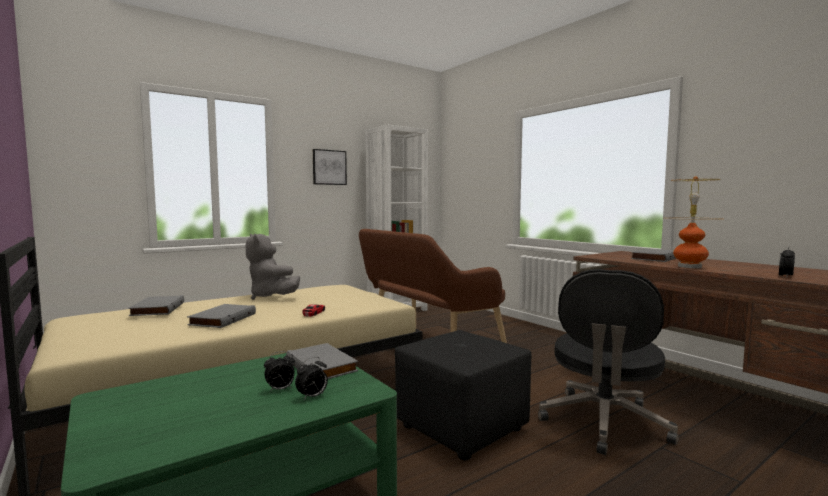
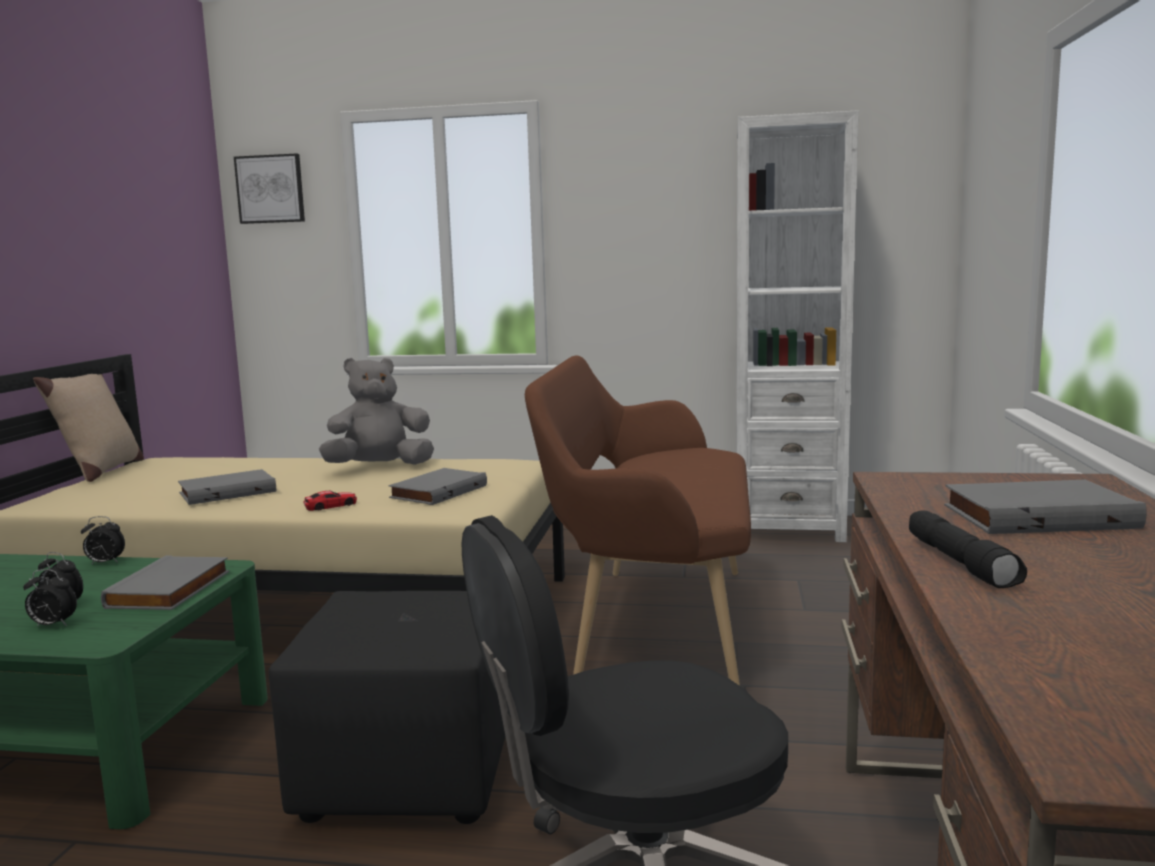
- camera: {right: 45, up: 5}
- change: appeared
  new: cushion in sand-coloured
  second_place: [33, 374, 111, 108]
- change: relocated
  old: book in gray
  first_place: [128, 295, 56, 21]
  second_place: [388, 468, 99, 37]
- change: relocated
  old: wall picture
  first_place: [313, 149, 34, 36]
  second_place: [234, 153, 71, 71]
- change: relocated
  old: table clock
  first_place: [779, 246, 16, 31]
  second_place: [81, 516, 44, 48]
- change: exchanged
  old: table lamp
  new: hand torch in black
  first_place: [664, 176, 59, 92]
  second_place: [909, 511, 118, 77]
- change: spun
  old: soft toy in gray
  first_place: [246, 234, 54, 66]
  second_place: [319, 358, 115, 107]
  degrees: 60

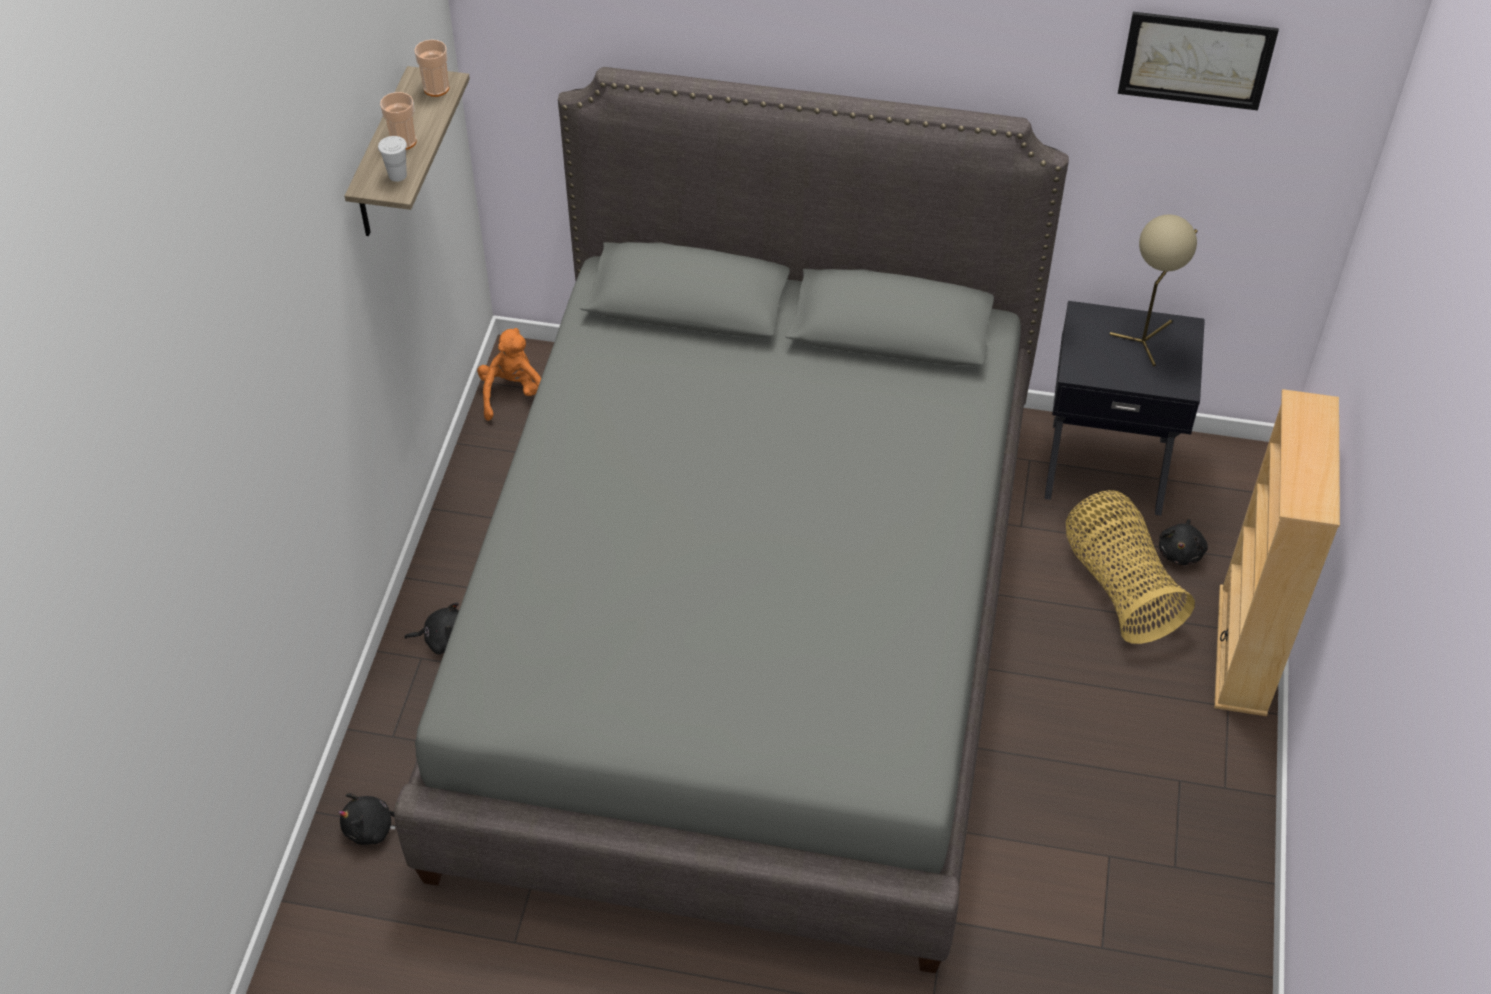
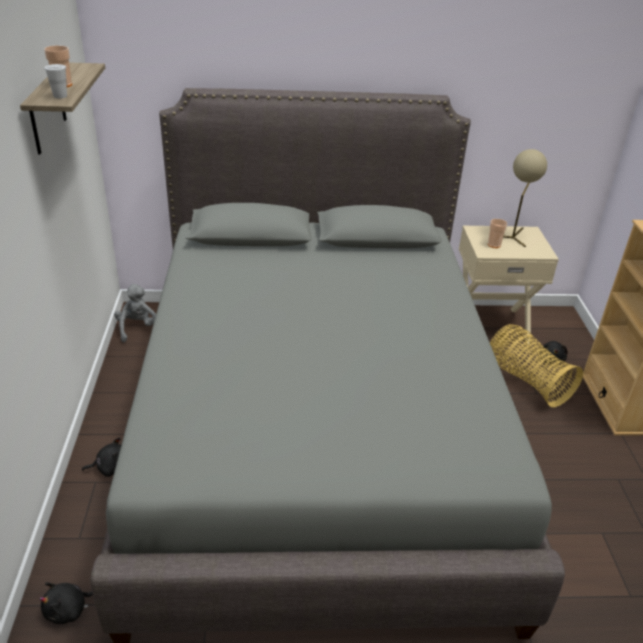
- camera: {right: -15, up: -15}
- change: missing
  old: wall picture
  first_place: [1118, 12, 161, 98]
- change: relocated
  old: cup
  first_place: [414, 39, 35, 58]
  second_place: [488, 219, 19, 29]
- change: colour
  old: soft toy in orange
  new: soft toy in gray
  first_place: [477, 328, 64, 93]
  second_place: [114, 284, 42, 58]
- change: colour
  old: bedside table in black
  new: bedside table in sand-coloured
  first_place: [1044, 301, 161, 215]
  second_place: [459, 226, 100, 118]

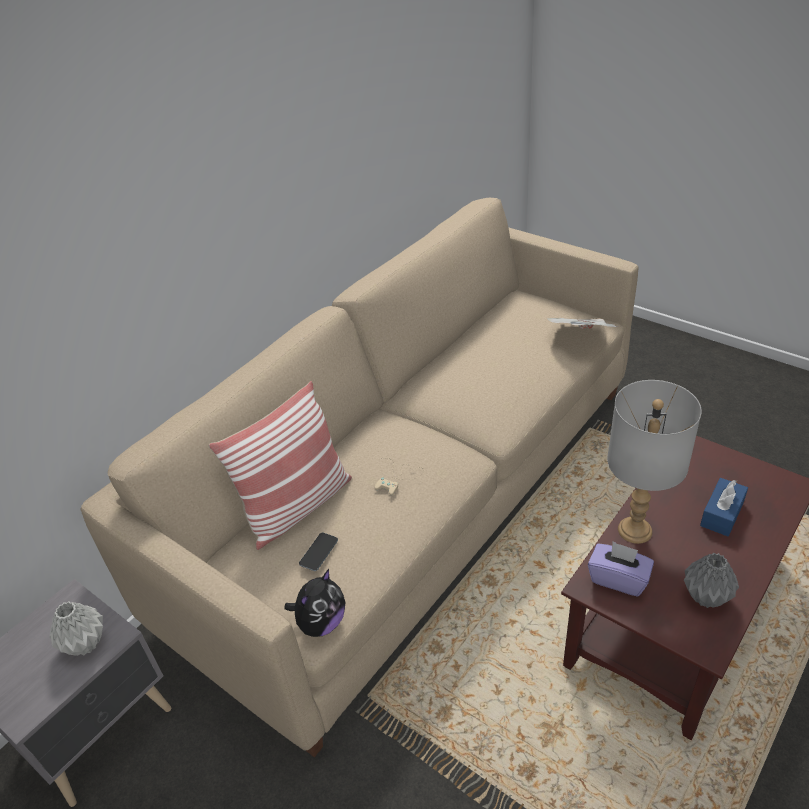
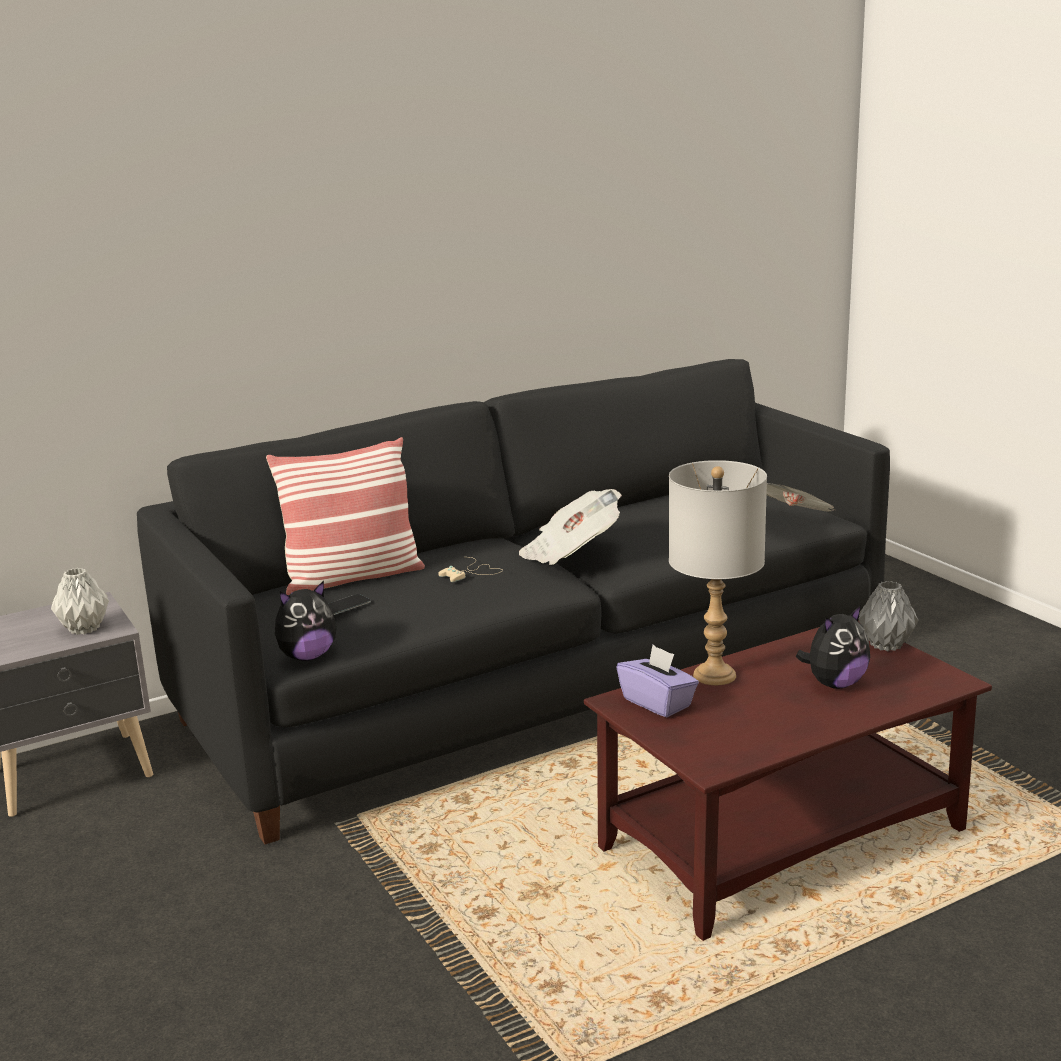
- camera: {right: 20, up: -20}
- change: appeared
  new: daily paper
  second_place: [519, 489, 103, 76]
- change: relocated
  old: flower vase in gray
  first_place: [684, 553, 55, 55]
  second_place: [858, 581, 60, 70]
- change: exchanged
  old: box of tissues in bluish
  new: soft toy
  first_place: [700, 478, 48, 58]
  second_place: [796, 605, 74, 84]
- change: colour
  old: sofa in sand-coloured
  new: sofa in black
  first_place: [80, 198, 558, 559]
  second_place: [137, 359, 753, 485]

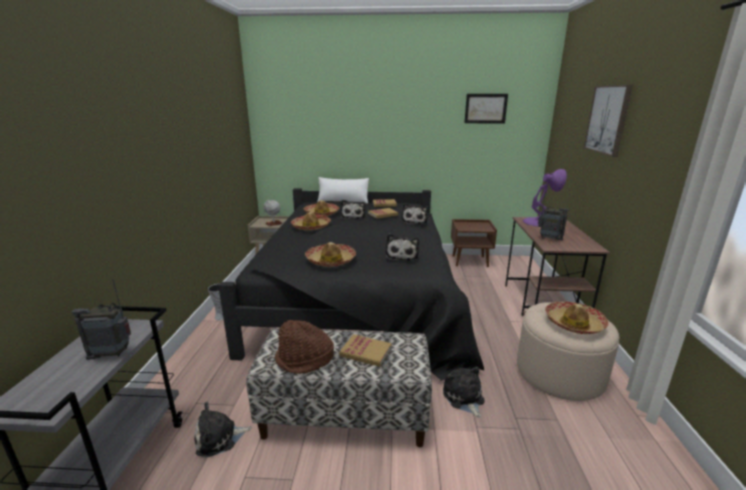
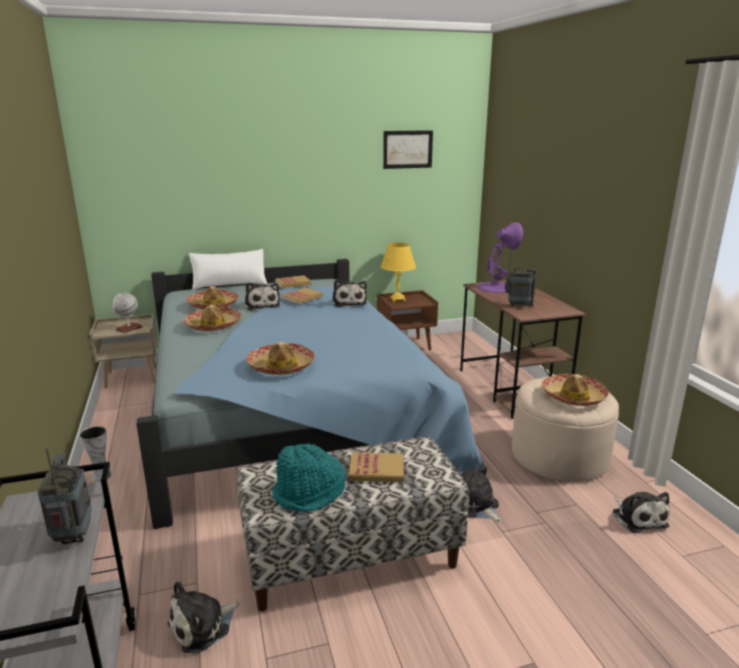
- camera: {right: -20, up: 0}
- change: missing
  old: wall picture
  first_place: [583, 85, 50, 72]
- change: appeared
  new: table lamp in yellow
  second_place: [381, 243, 35, 59]
- change: relocated
  old: soft toy
  first_place: [386, 233, 33, 29]
  second_place: [613, 492, 57, 41]
- change: colour
  old: bedroom bed in black
  new: bedroom bed in bluish
  first_place: [218, 188, 266, 193]
  second_place: [137, 259, 347, 270]
- change: colour
  old: hat in brown-coloured
  new: hat in turquoise-coloured
  first_place: [275, 320, 59, 54]
  second_place: [272, 443, 73, 68]
- change: spun
  old: radio
  first_place: [72, 279, 59, 81]
  second_place: [38, 448, 54, 96]
  degrees: 105

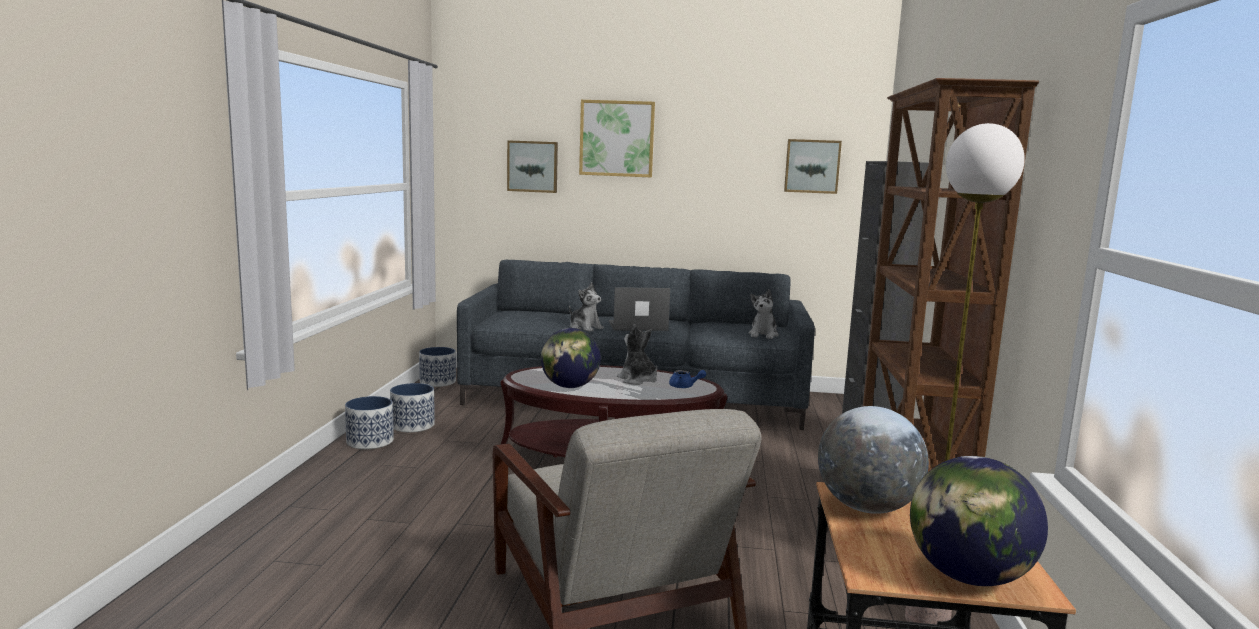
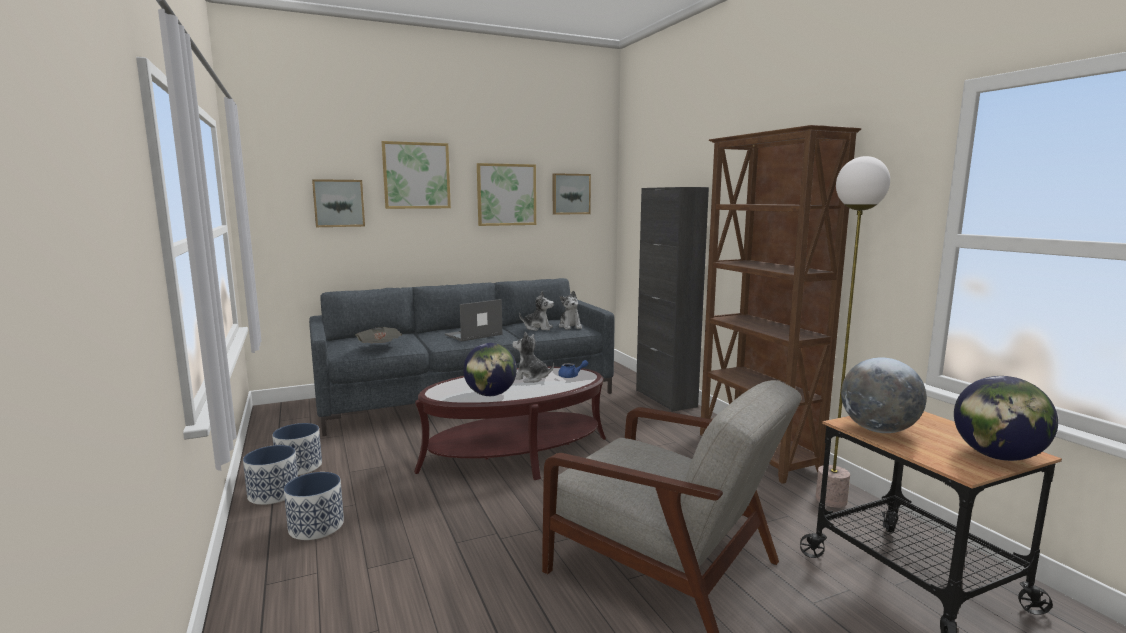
- camera: {right: -30, up: 0}
- change: appeared
  new: daily paper
  second_place: [355, 327, 47, 16]
- change: appeared
  new: wall picture
  second_place: [477, 163, 59, 63]
- change: relocated
  old: flower pot
  first_place: [419, 347, 37, 40]
  second_place: [284, 472, 60, 68]
- change: relocated
  old: soft toy
  first_place: [569, 282, 35, 50]
  second_place: [519, 291, 35, 40]

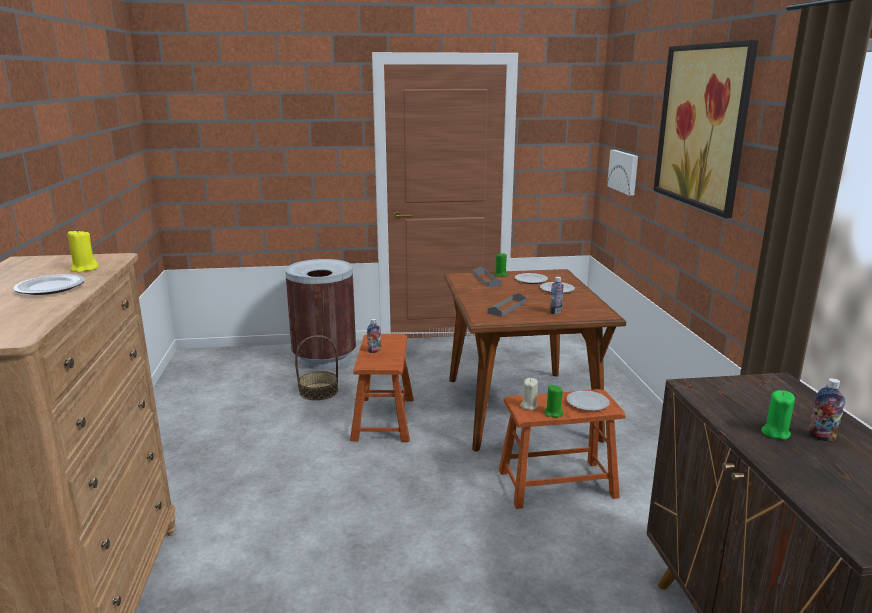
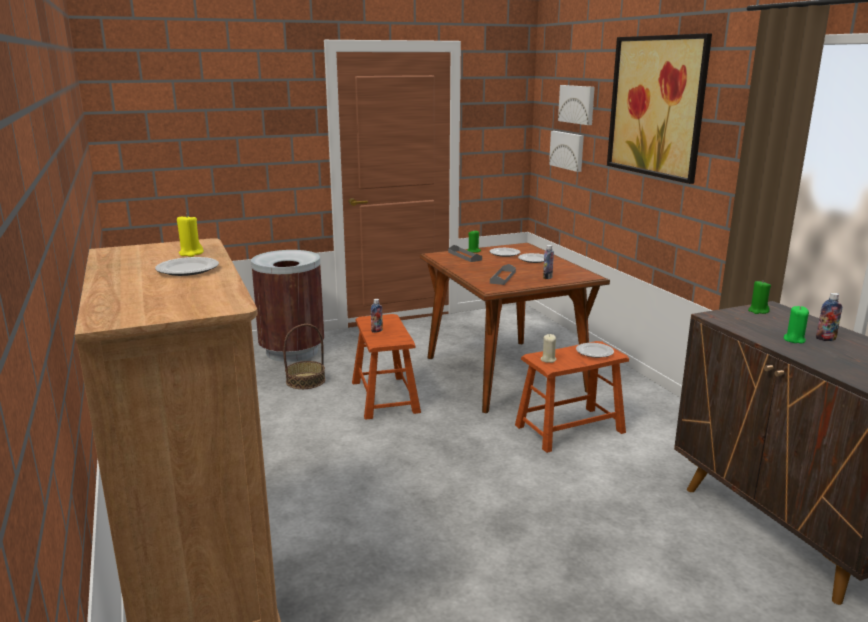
- camera: {right: -15, up: 0}
- change: appeared
  new: wall picture
  second_place: [558, 85, 37, 40]
- change: relocated
  old: candle in greenish
  first_place: [544, 385, 19, 32]
  second_place: [748, 281, 23, 33]

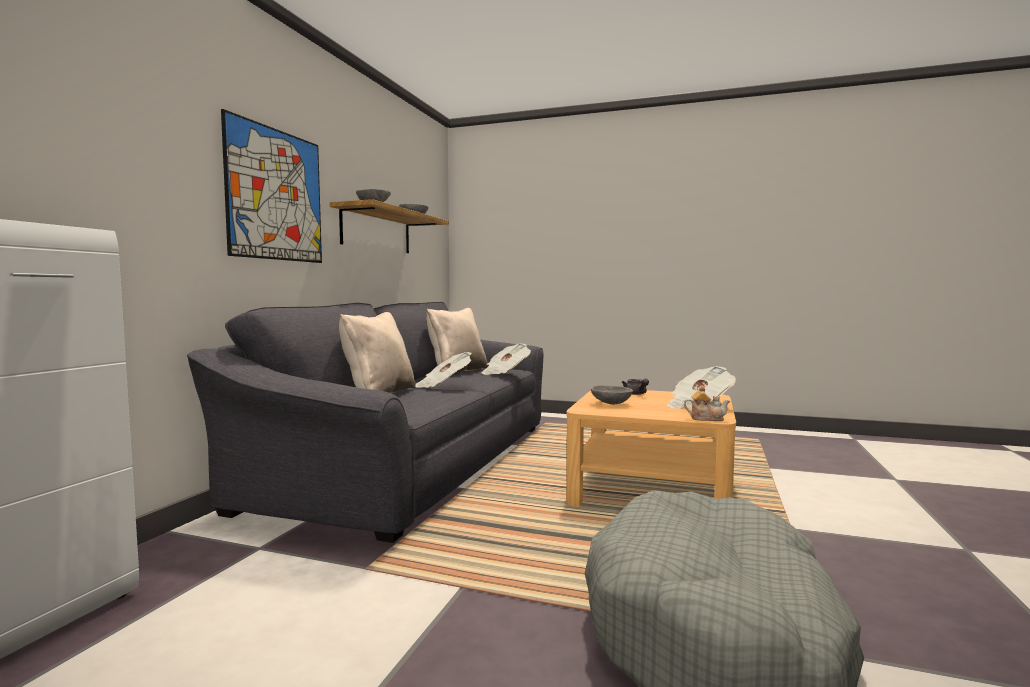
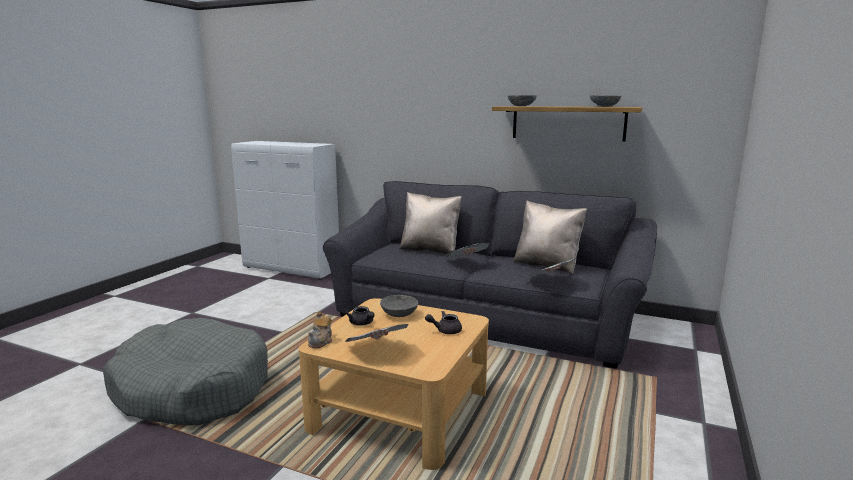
- camera: {right: 95, up: 10}
- change: missing
  old: wall picture
  first_place: [221, 109, 101, 154]
- change: appeared
  new: teapot in gray
  second_place: [347, 306, 27, 20]

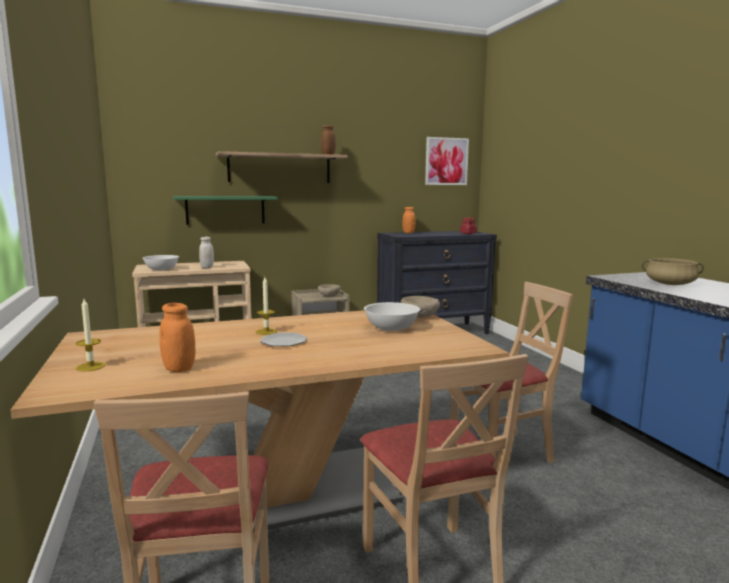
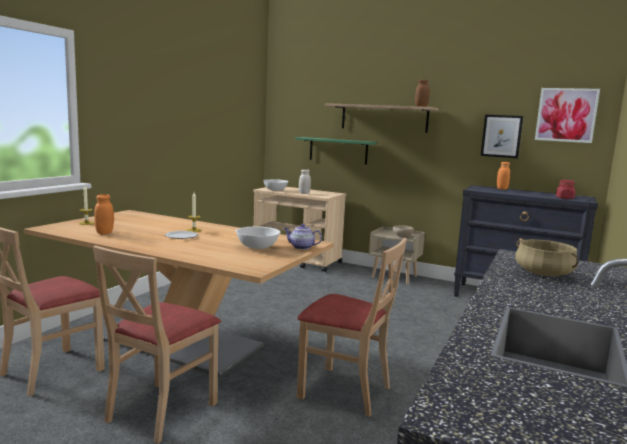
- camera: {right: 45, up: 0}
- change: appeared
  new: wall picture
  second_place: [481, 115, 42, 43]
- change: exchanged
  old: deep dish in sand-coloured
  new: teapot
  first_place: [401, 296, 39, 22]
  second_place: [284, 224, 38, 26]

